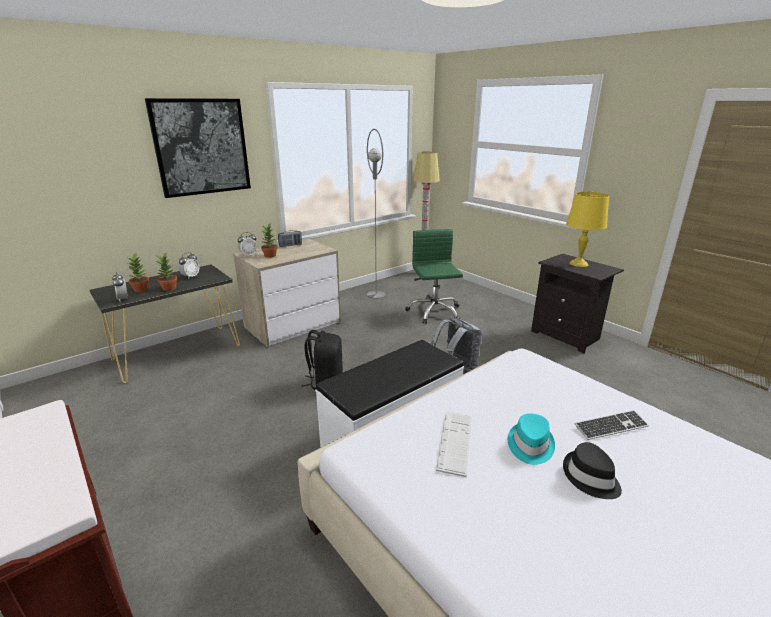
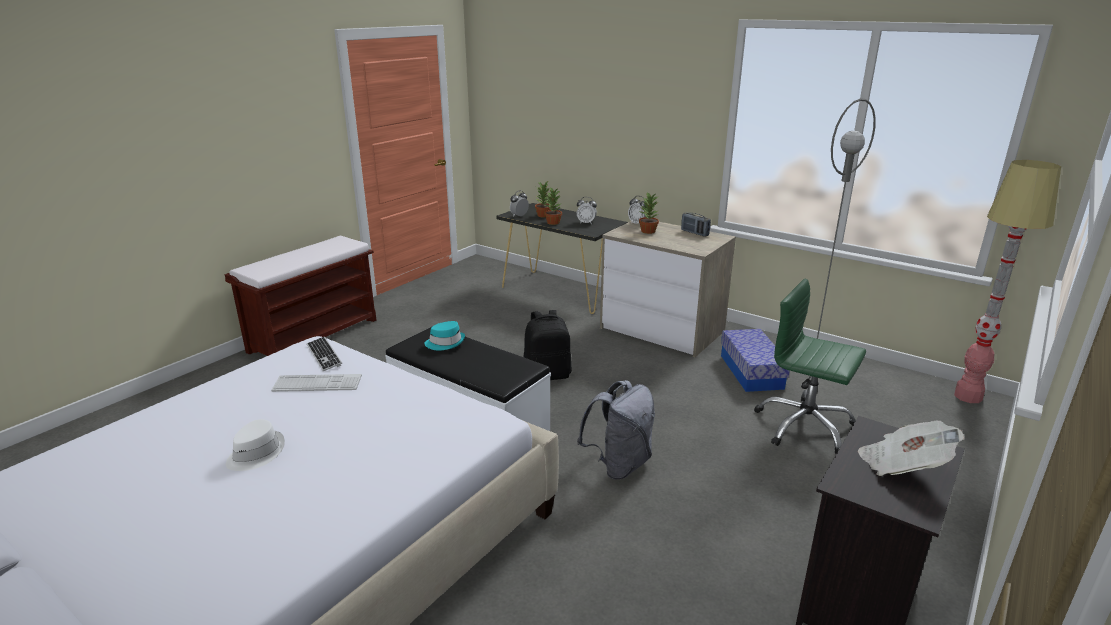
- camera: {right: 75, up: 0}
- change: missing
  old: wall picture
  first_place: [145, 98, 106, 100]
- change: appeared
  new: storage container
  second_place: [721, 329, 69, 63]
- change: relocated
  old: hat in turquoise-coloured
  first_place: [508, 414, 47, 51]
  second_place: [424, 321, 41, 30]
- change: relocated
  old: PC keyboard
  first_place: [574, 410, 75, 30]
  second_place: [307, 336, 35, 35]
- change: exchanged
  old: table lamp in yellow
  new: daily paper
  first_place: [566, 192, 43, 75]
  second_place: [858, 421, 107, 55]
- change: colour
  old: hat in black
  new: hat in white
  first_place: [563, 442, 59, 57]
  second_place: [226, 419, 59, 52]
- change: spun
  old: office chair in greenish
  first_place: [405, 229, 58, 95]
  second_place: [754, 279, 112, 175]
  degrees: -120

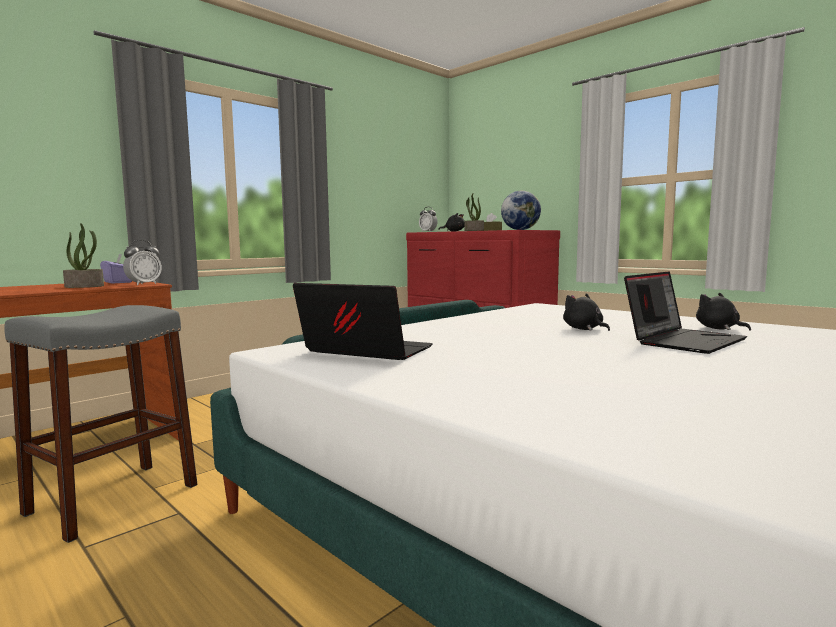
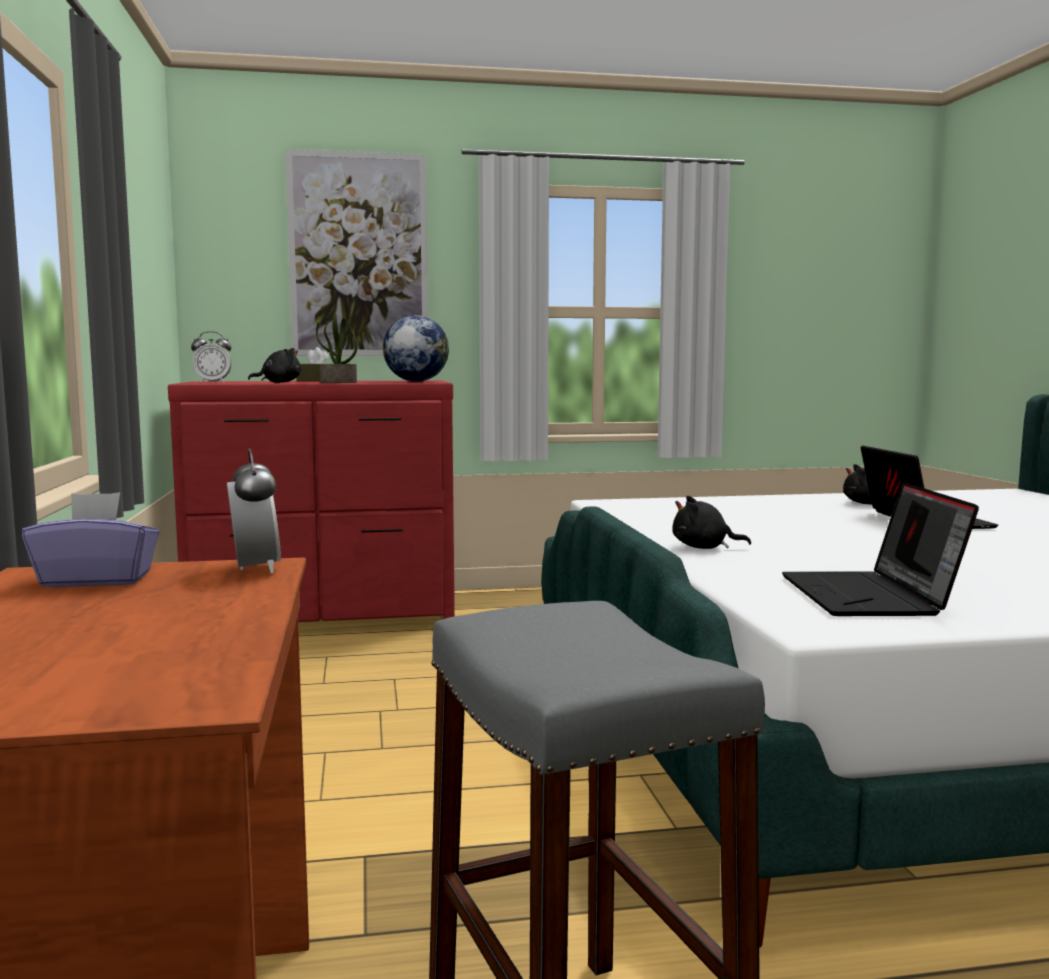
- camera: {right: -55, up: 0}
- change: missing
  old: plant in a pot
  first_place: [63, 223, 41, 65]
- change: appeared
  new: wall picture
  second_place: [285, 149, 143, 207]
- change: relocated
  old: soft toy in black
  first_place: [563, 293, 47, 38]
  second_place: [672, 496, 79, 53]
- change: spun
  old: portable computer
  first_place: [293, 283, 140, 77]
  second_place: [782, 482, 197, 134]
  degrees: -60

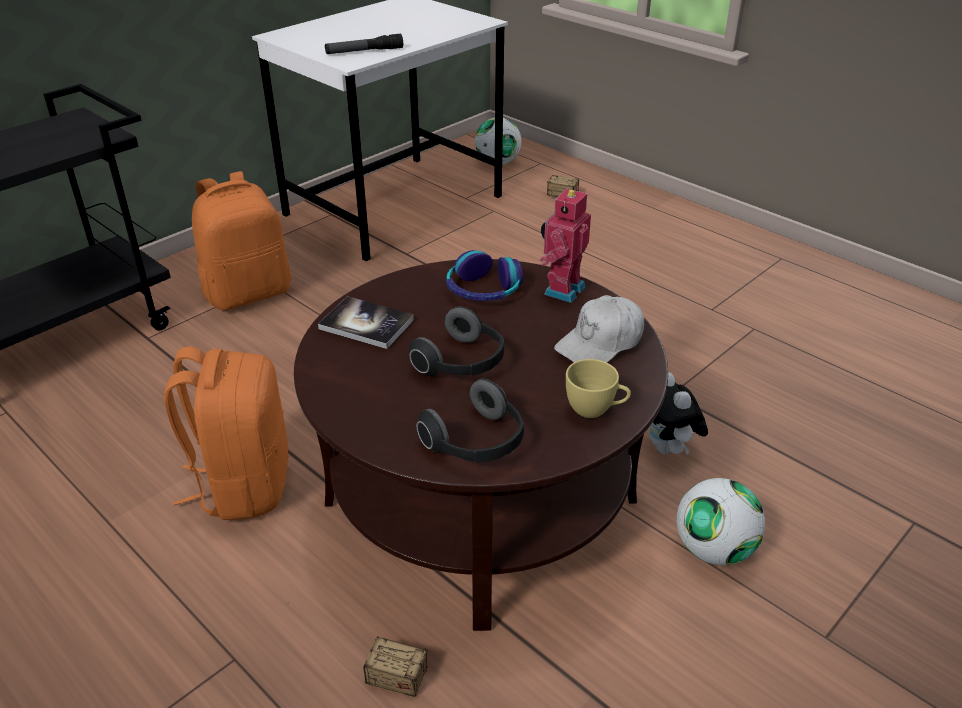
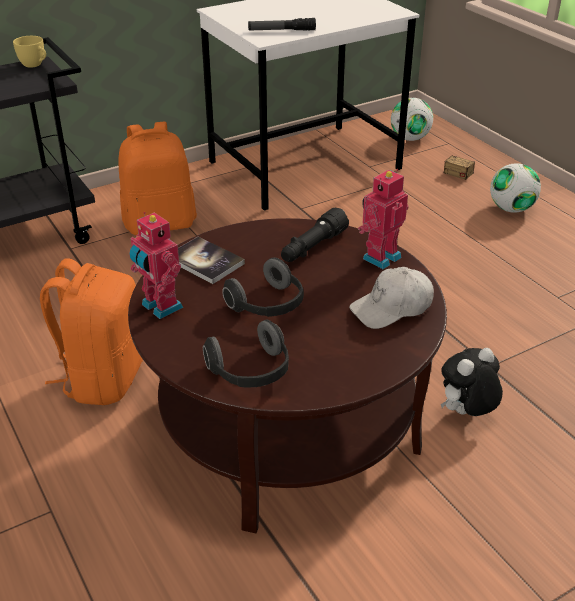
- camera: {right: 15, up: 0}
- change: missing
  old: storage container
  first_place: [288, 604, 140, 93]
- change: appeared
  new: toy robot
  second_place: [129, 212, 54, 107]
- change: relocated
  old: cup in yellow
  first_place: [566, 359, 65, 59]
  second_place: [13, 36, 33, 32]
- change: relocated
  old: ball for football
  first_place: [677, 478, 88, 87]
  second_place: [490, 163, 51, 50]
- change: exchanged
  old: headphones
  new: hand torch in black
  first_place: [446, 250, 77, 51]
  second_place: [281, 208, 68, 54]
- change: spun
  old: soft toy
  first_place: [649, 372, 59, 83]
  second_place: [441, 348, 62, 68]
  degrees: 60

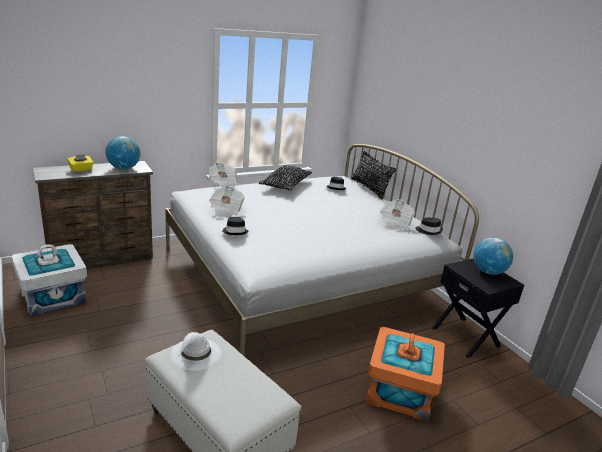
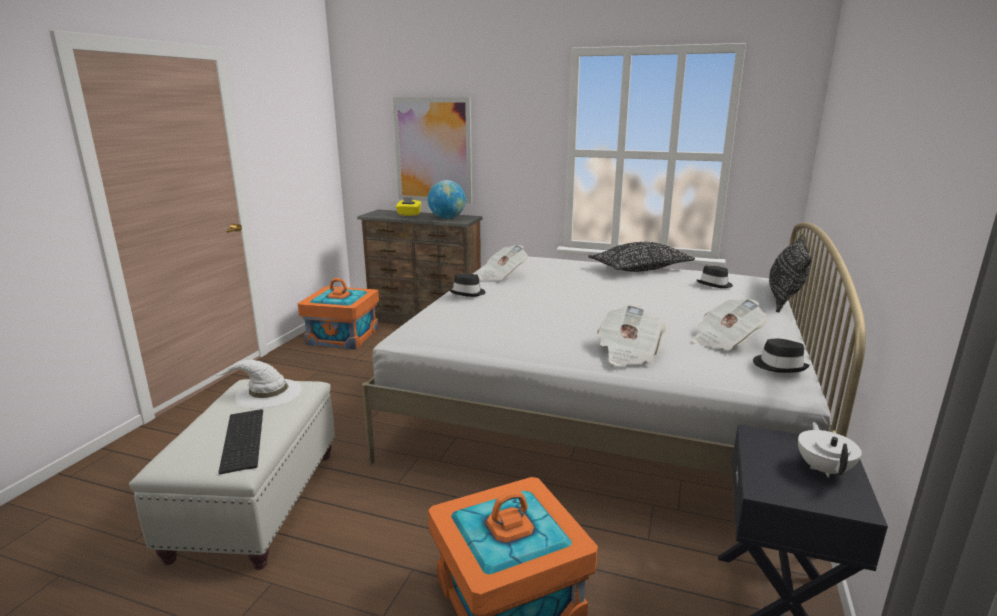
- camera: {right: 50, up: -5}
- change: appeared
  new: PC keyboard
  second_place: [219, 409, 44, 65]
- change: appeared
  new: wall picture
  second_place: [393, 98, 79, 106]
- change: relocated
  old: daily paper
  first_place: [209, 162, 30, 26]
  second_place: [597, 305, 69, 61]
- change: exchanged
  old: globe
  new: teapot in white
  first_place: [473, 237, 40, 38]
  second_place: [798, 422, 64, 56]
- change: colour
  old: storage container in white
  new: storage container in orange
  first_place: [11, 244, 76, 73]
  second_place: [298, 278, 81, 72]

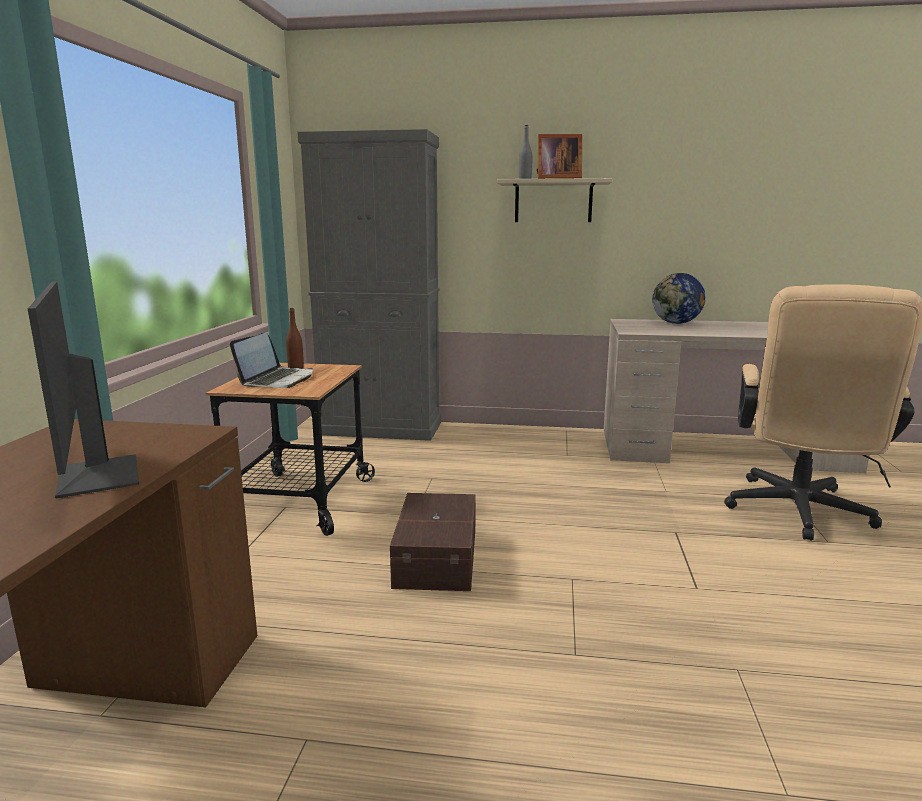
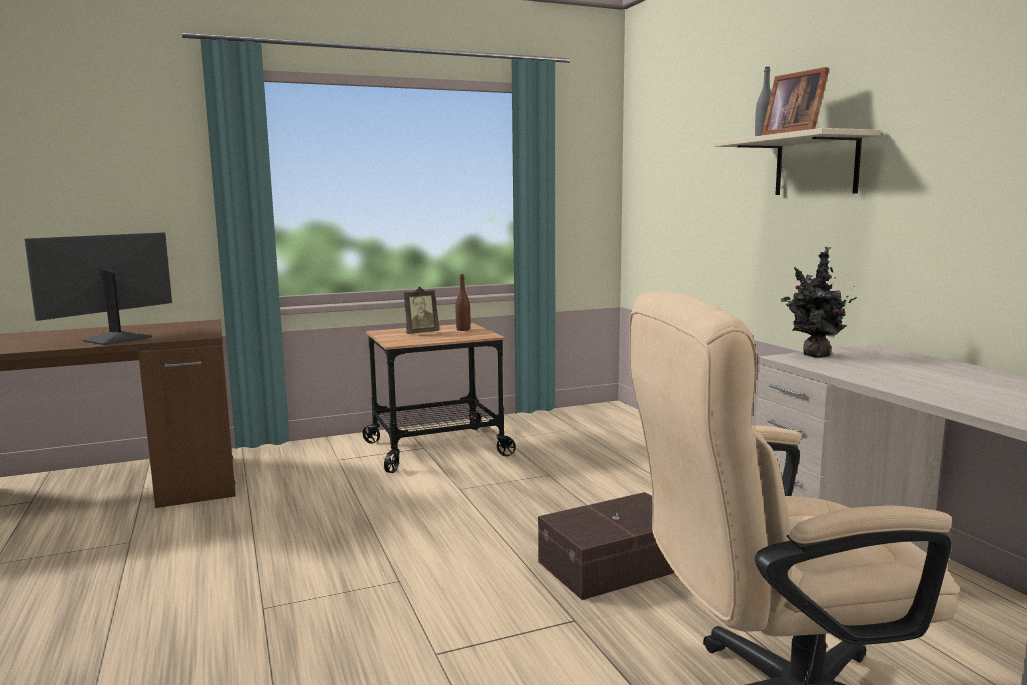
- camera: {right: 60, up: -5}
- change: missing
  old: storage cabinet in gray
  first_place: [297, 129, 144, 312]
- change: missing
  old: globe
  first_place: [652, 273, 54, 51]
- change: appeared
  new: plant in a pot
  second_place: [781, 247, 76, 111]
- change: relocated
  old: storage container in brown-coloured
  first_place: [390, 493, 86, 98]
  second_place: [538, 492, 136, 108]
- change: exchanged
  old: portable computer
  new: standing frame
  first_place: [230, 333, 83, 55]
  second_place: [404, 286, 35, 48]

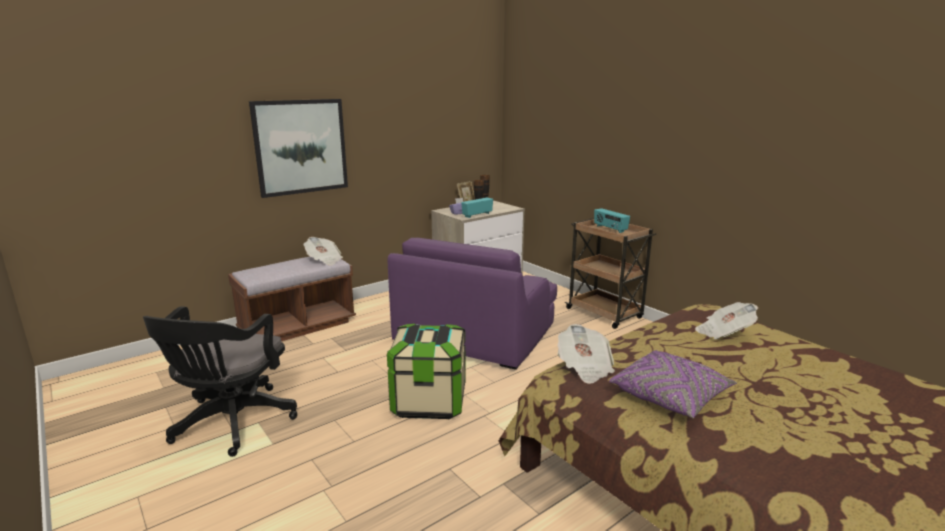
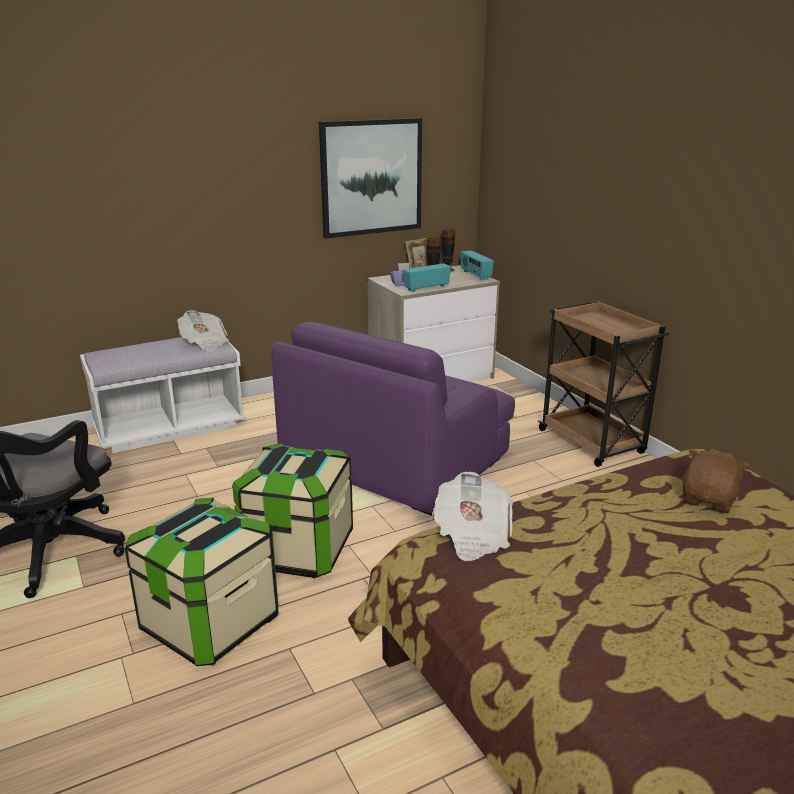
- camera: {right: 10, up: 5}
- change: missing
  old: cushion in purple-coloured
  first_place: [609, 350, 128, 68]
- change: appeared
  new: storage container
  second_place: [125, 497, 153, 169]
- change: relocated
  old: wall picture
  first_place: [249, 99, 99, 99]
  second_place: [319, 118, 103, 121]
- change: relocated
  old: radio
  first_place: [594, 208, 36, 25]
  second_place: [461, 250, 33, 31]
- change: exchanged
  old: daily paper
  new: soft toy in brown-coloured
  first_place: [695, 302, 63, 37]
  second_place: [682, 450, 67, 63]
- change: colour
  old: indoor bench in brown-coloured
  new: indoor bench in white
  first_place: [228, 257, 128, 84]
  second_place: [80, 337, 165, 116]

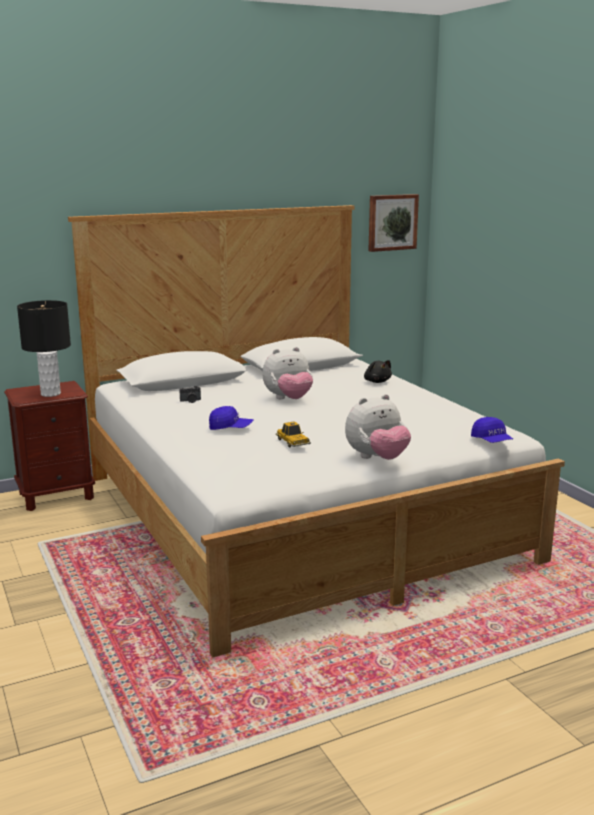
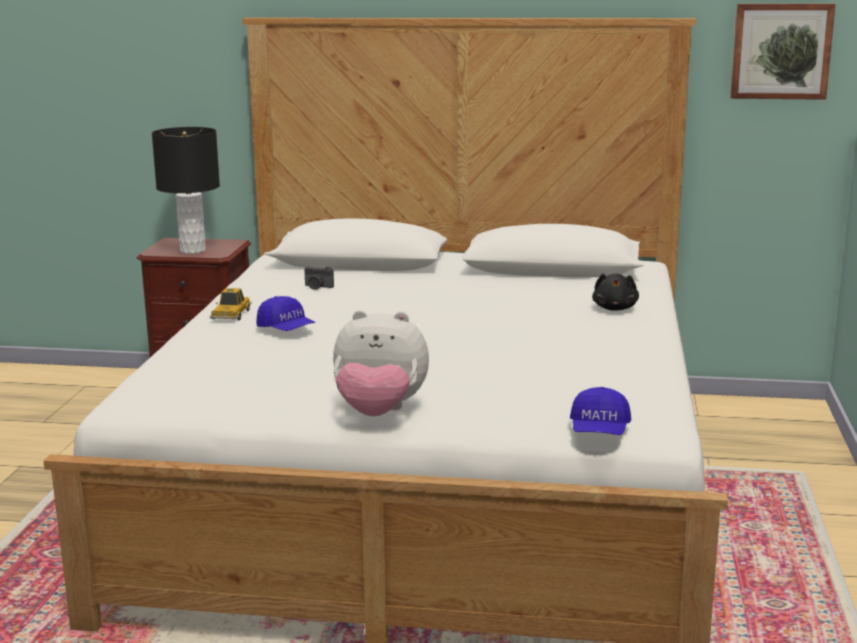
- camera: {right: 35, up: 0}
- change: missing
  old: soft toy
  first_place: [262, 347, 51, 52]
- change: relocated
  old: model car
  first_place: [276, 421, 35, 26]
  second_place: [210, 288, 42, 32]

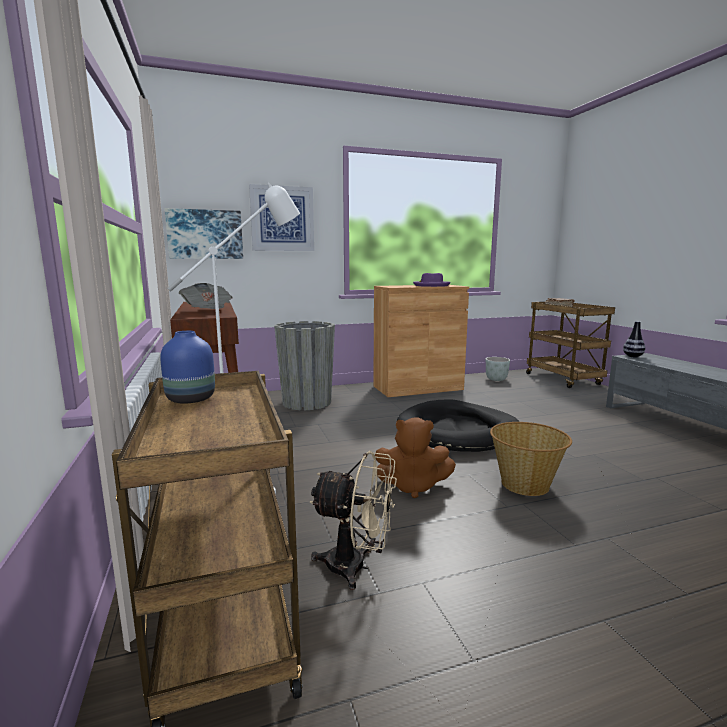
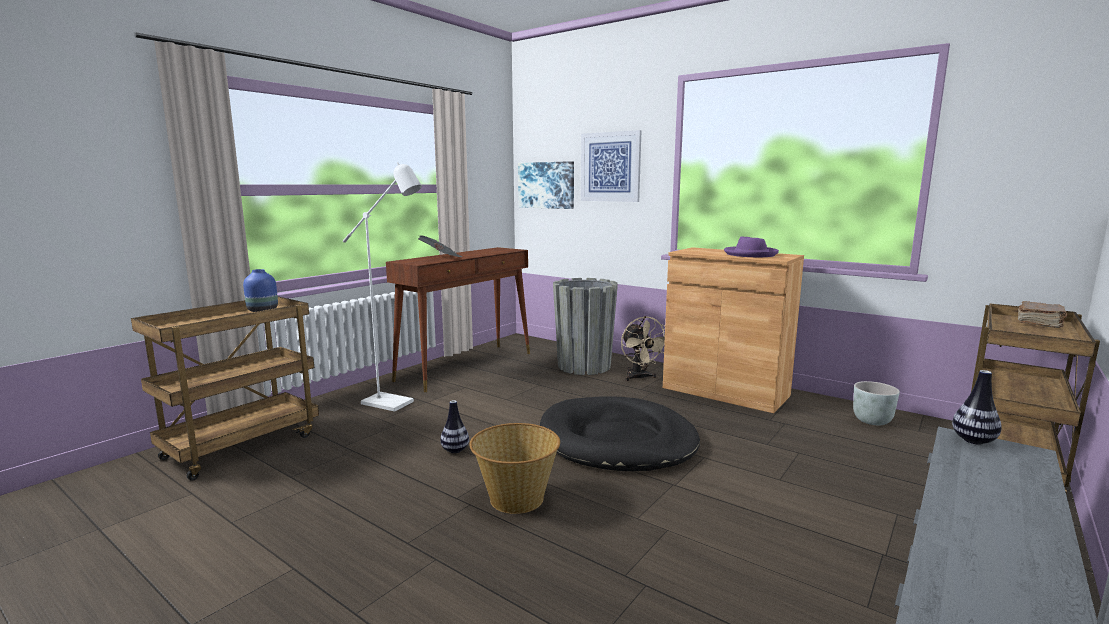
- camera: {right: 55, up: 0}
- change: relocated
  old: cooling fan in sand-coloured
  first_place: [310, 451, 87, 139]
  second_place: [621, 316, 44, 65]
- change: exchanged
  old: soft toy in brown-coloured
  new: flower vase
  first_place: [375, 417, 81, 81]
  second_place: [440, 400, 29, 53]

